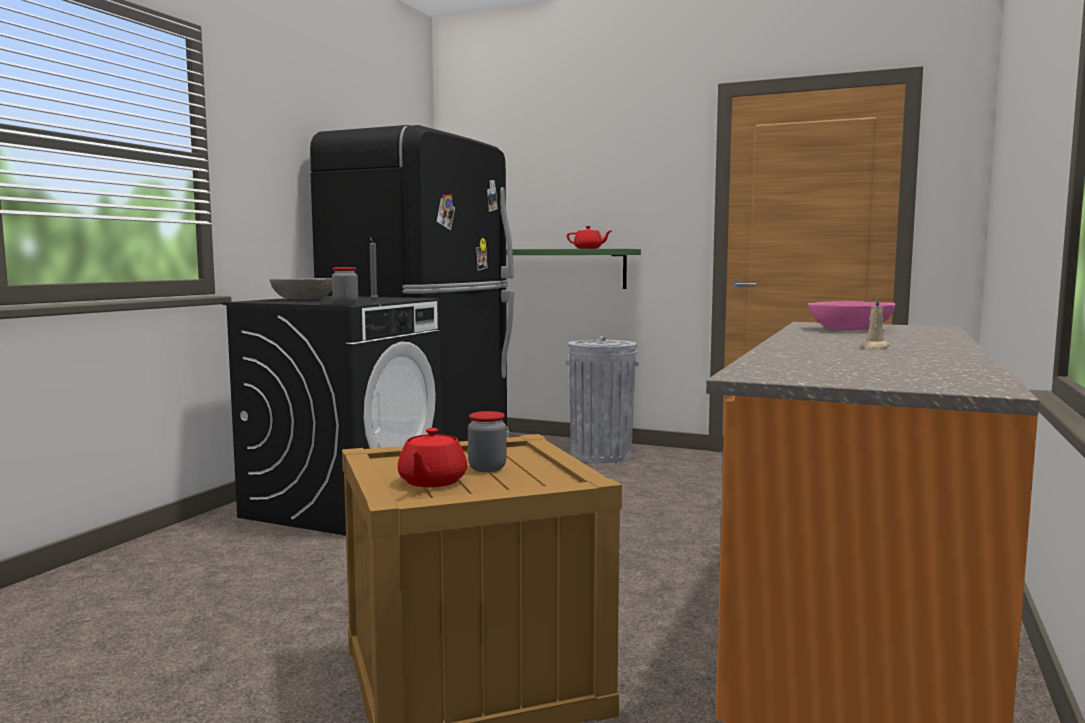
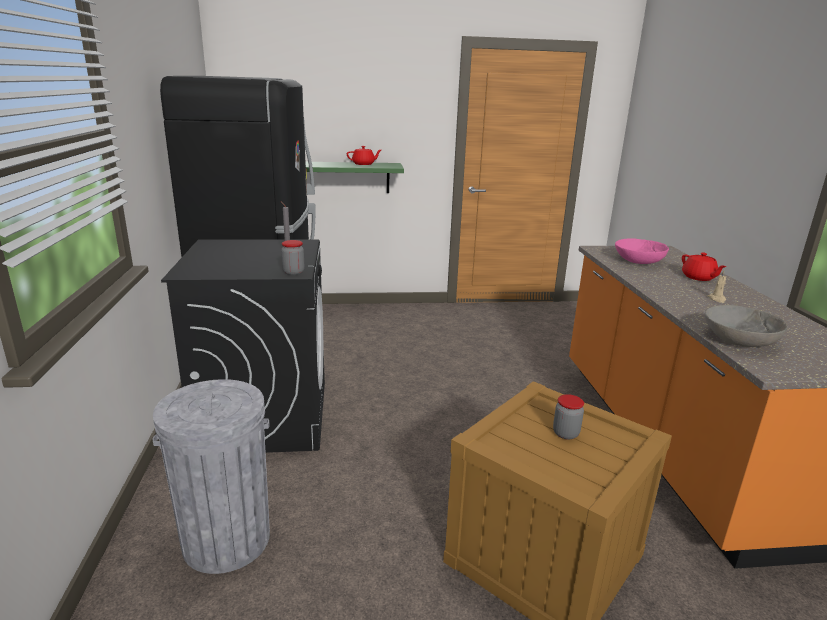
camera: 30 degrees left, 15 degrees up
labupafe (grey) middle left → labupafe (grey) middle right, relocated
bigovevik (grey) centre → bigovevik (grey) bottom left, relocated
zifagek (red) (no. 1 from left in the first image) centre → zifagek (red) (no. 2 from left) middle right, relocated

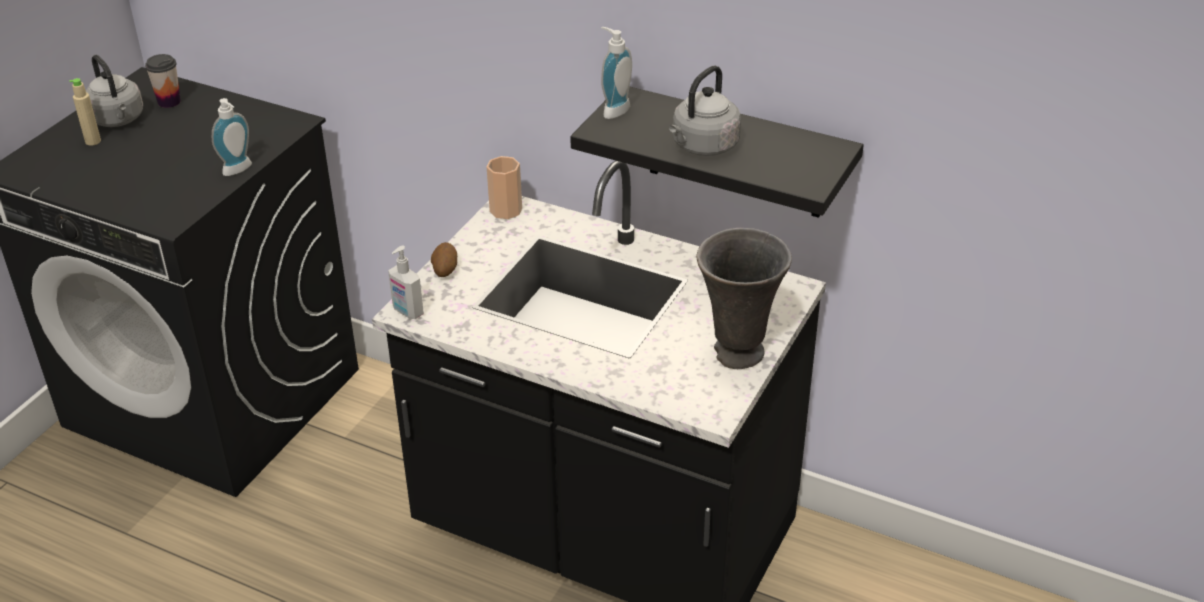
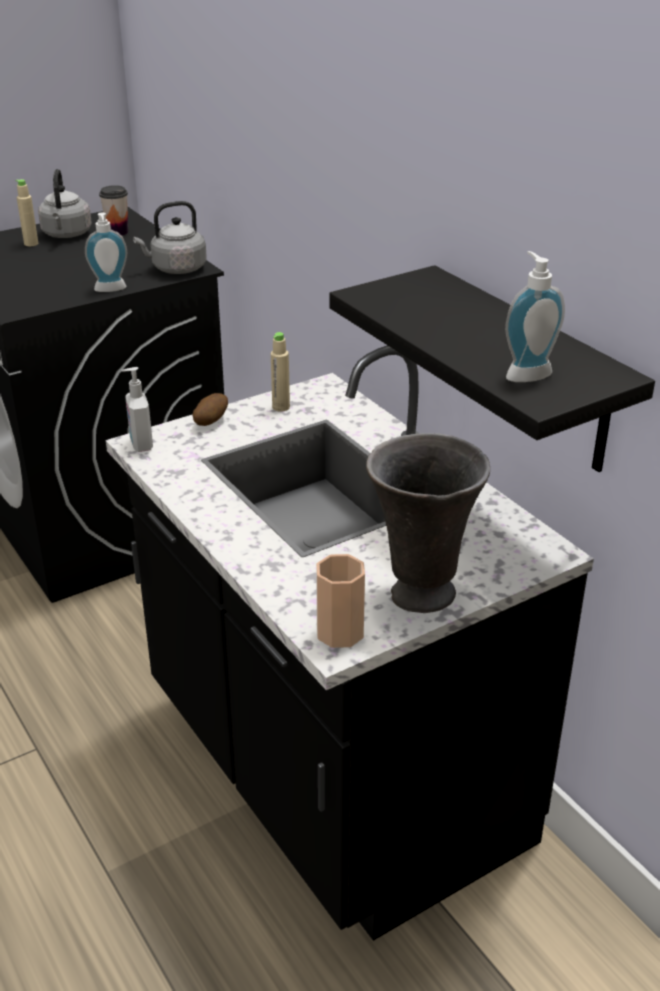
camera: 30 degrees right, 5 degrees down
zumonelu (no. 3 from left) top centre → zumonelu (no. 3 from left) top right, relocated
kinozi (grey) (no. 2 from left) top centre → kinozi (grey) (no. 2 from left) top left, relocated
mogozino (no. 2 from left) top centre → mogozino (no. 2 from left) centre, relocated
- → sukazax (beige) (no. 2 from left) centre

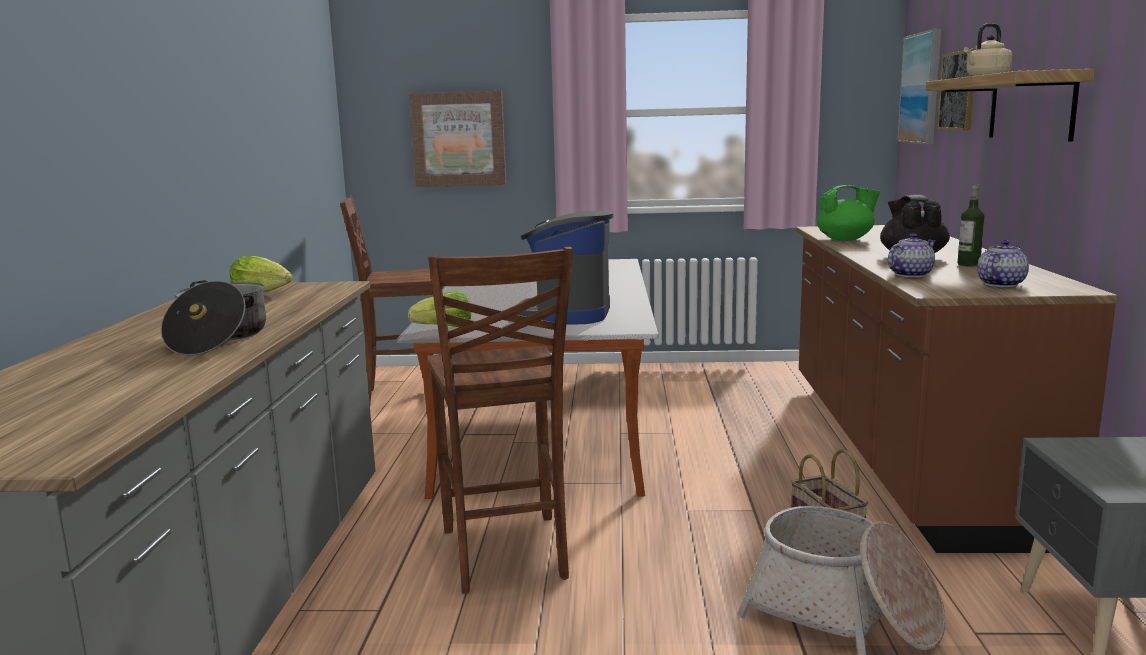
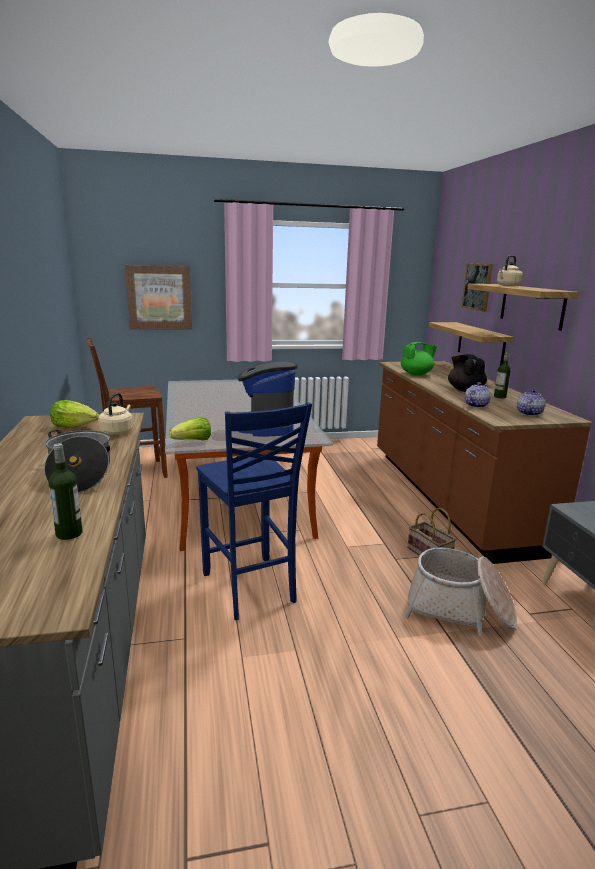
camera: 15 degrees left, 5 degrees up
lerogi (no. 2 from left) top right → -
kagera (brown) (no. 2 from left) centre → kagera (blue) centre
- → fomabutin (no. 1 from left) middle right
- → kinozi (beige) (no. 1 from left) middle left
- → sukazax (no. 1 from left) middle left

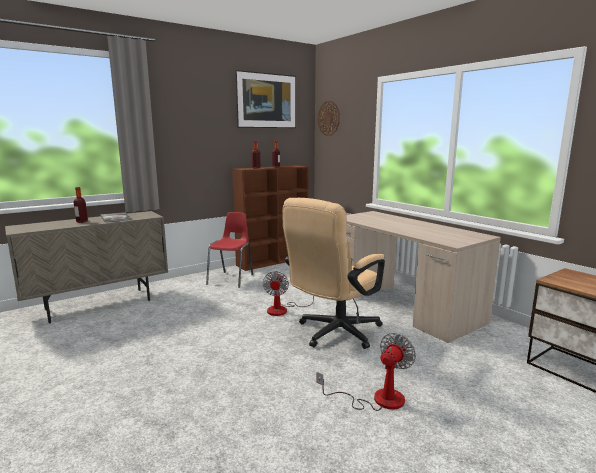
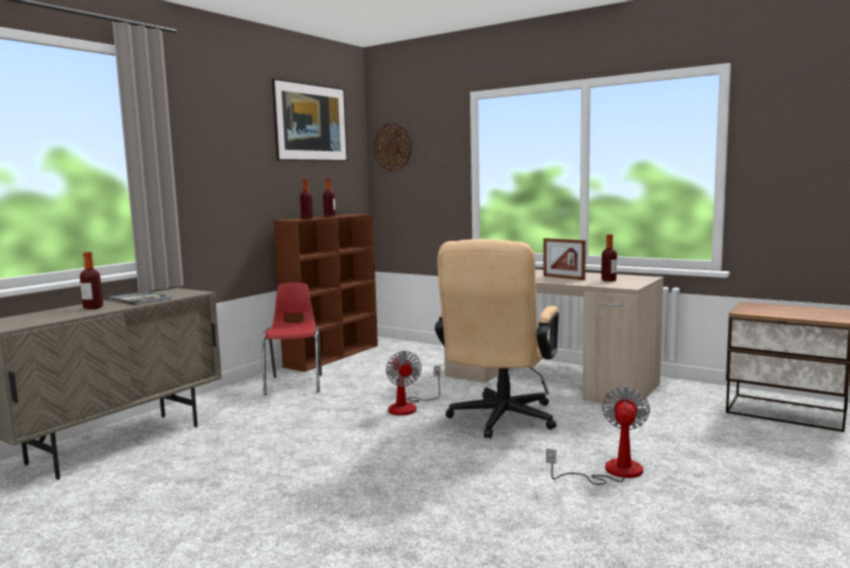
camera: 20 degrees left, 5 degrees down
- → sukazax (no. 4 from left) middle right
- → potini centre

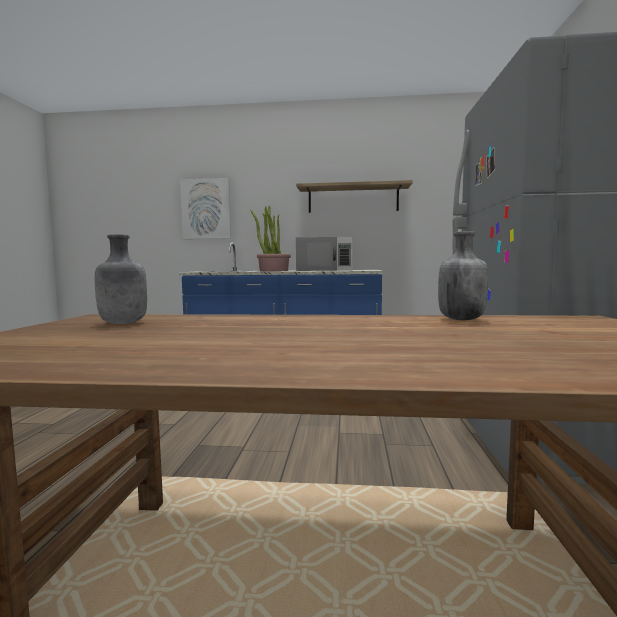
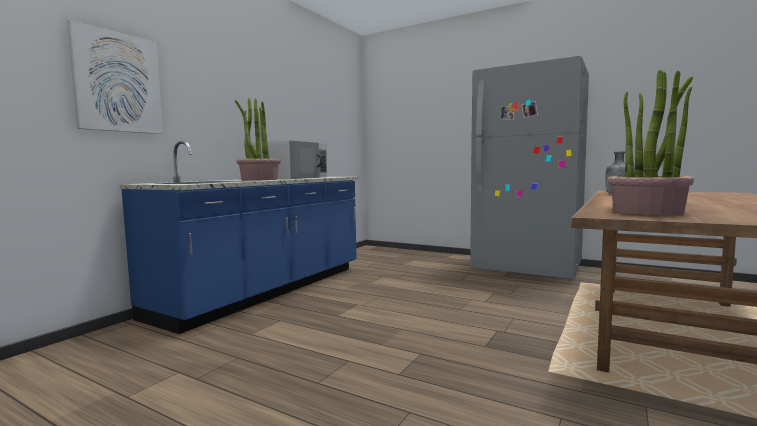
camera: 65 degrees left, 0 degrees up
fomabutin top centre → -
sukazax (grey) (no. 1 from left) middle left → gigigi (no. 2 from left) middle right

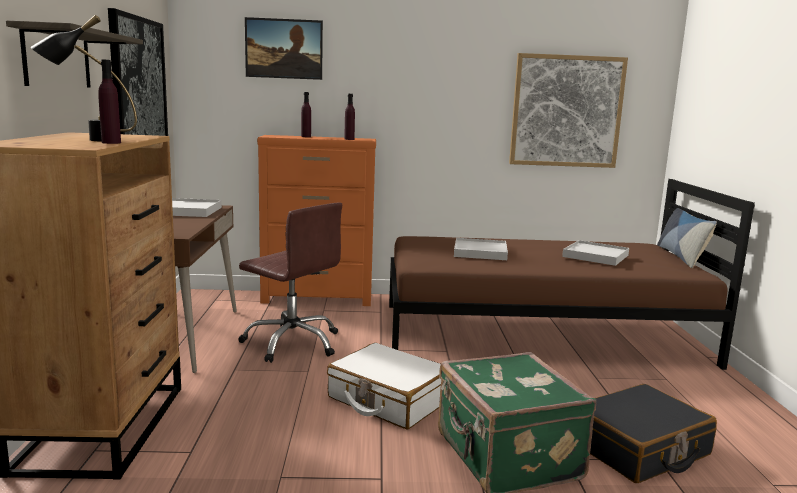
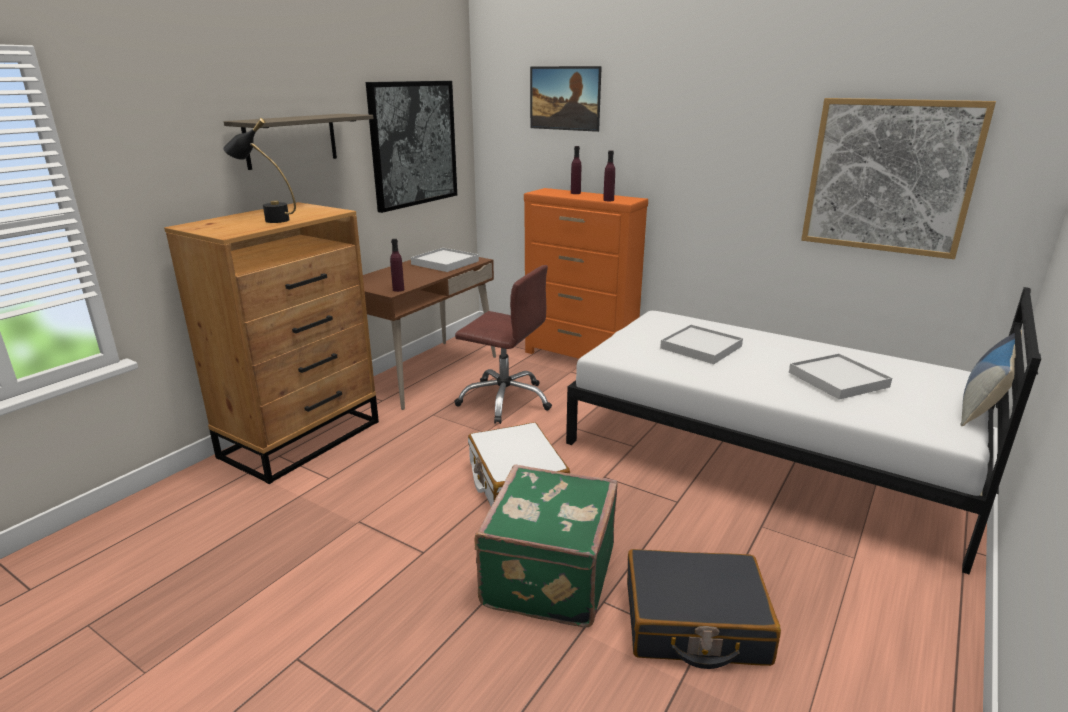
camera: 35 degrees right, 10 degrees up
sukazax (purple) (no. 1 from left) top left → sukazax (purple) (no. 1 from left) centre, relocated
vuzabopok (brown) middle right → vuzabopok (white) middle right
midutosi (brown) centre, 45 degrees counterclockwise

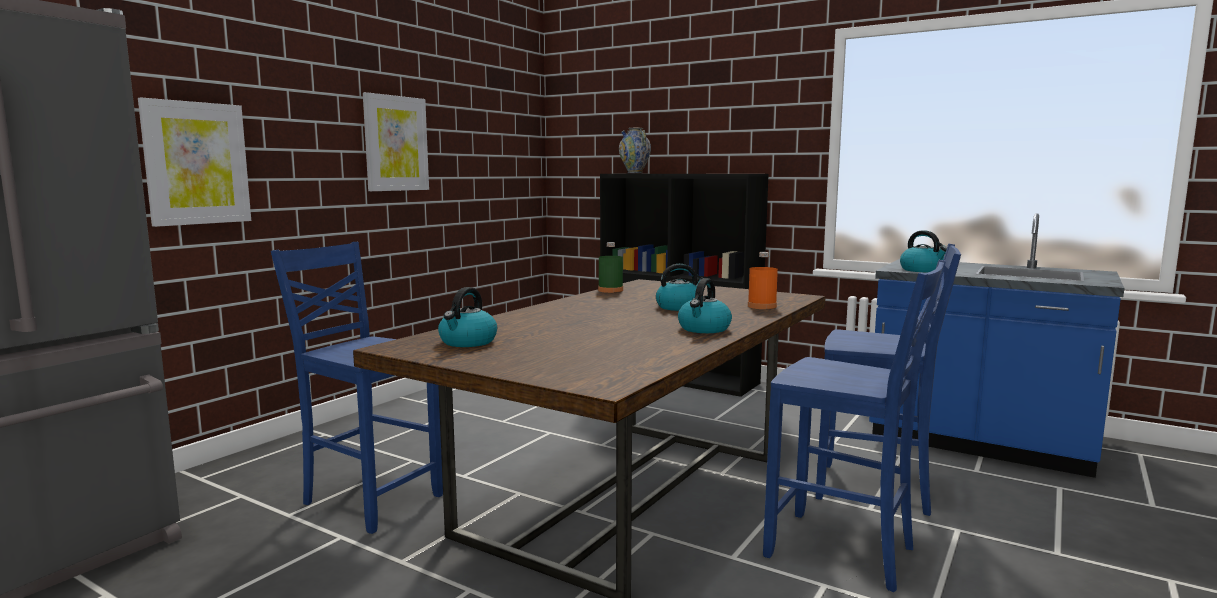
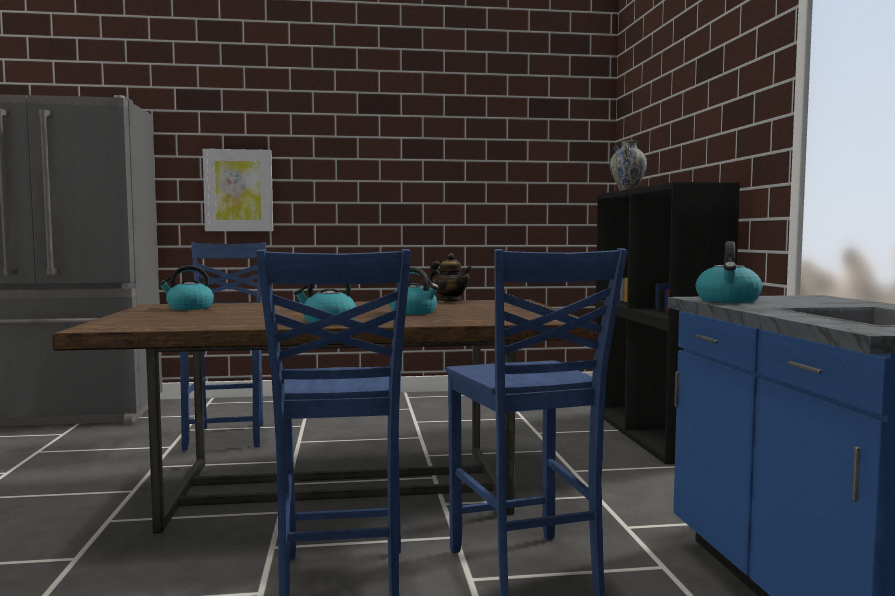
camera: 50 degrees right, 5 degrees down
lerogi (no. 2 from left) top left → -
sukazax (green) centre → zifagek centre
sukazax (orange) centre → -

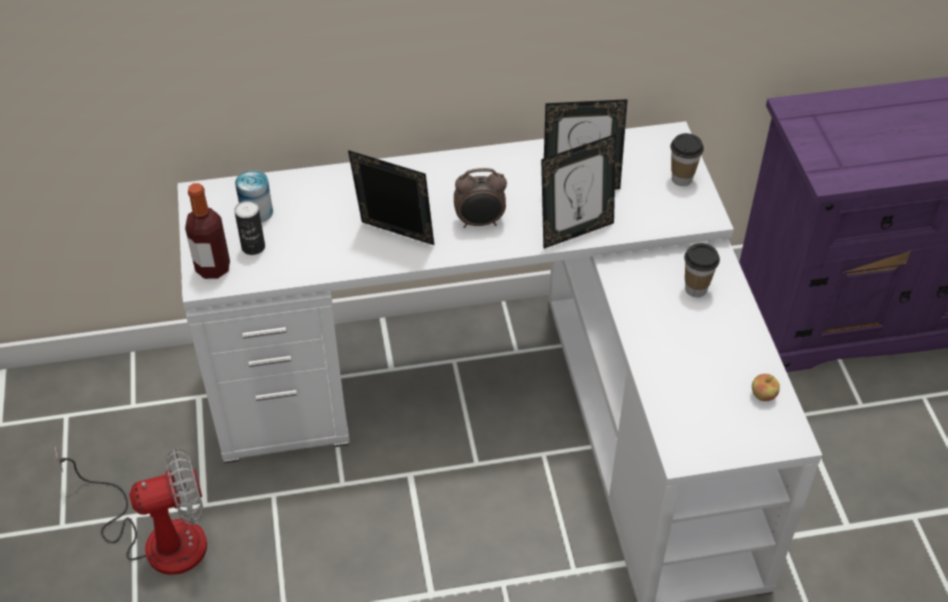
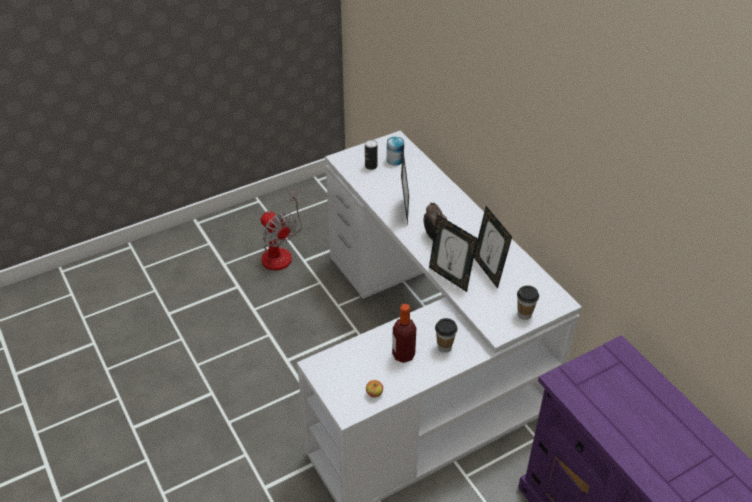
camera: 70 degrees right, 5 degrees down
sukazax middle left → sukazax centre, relocated

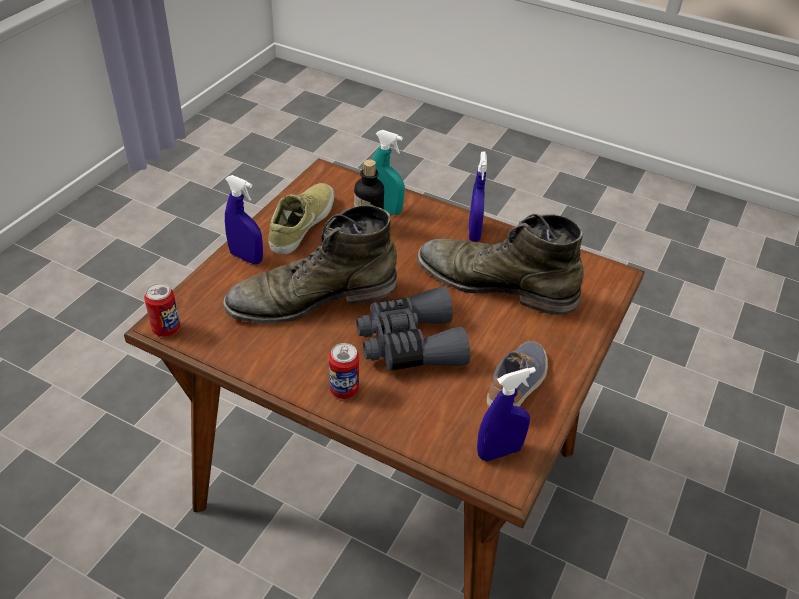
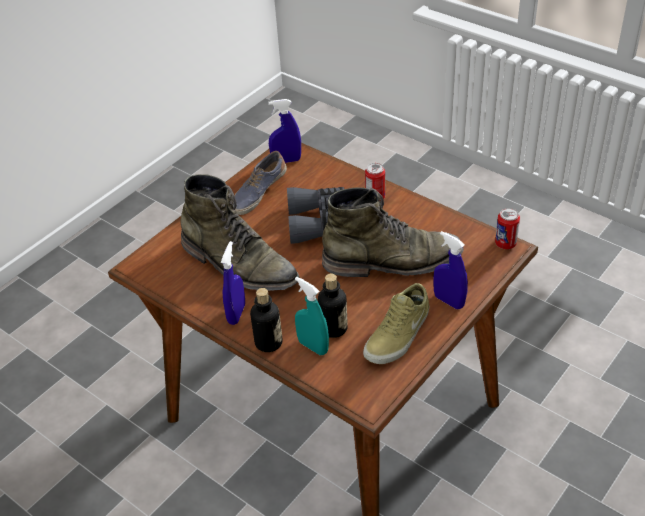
camera: 165 degrees left, 0 degrees up
- → sukazax (no. 1 from left) centre

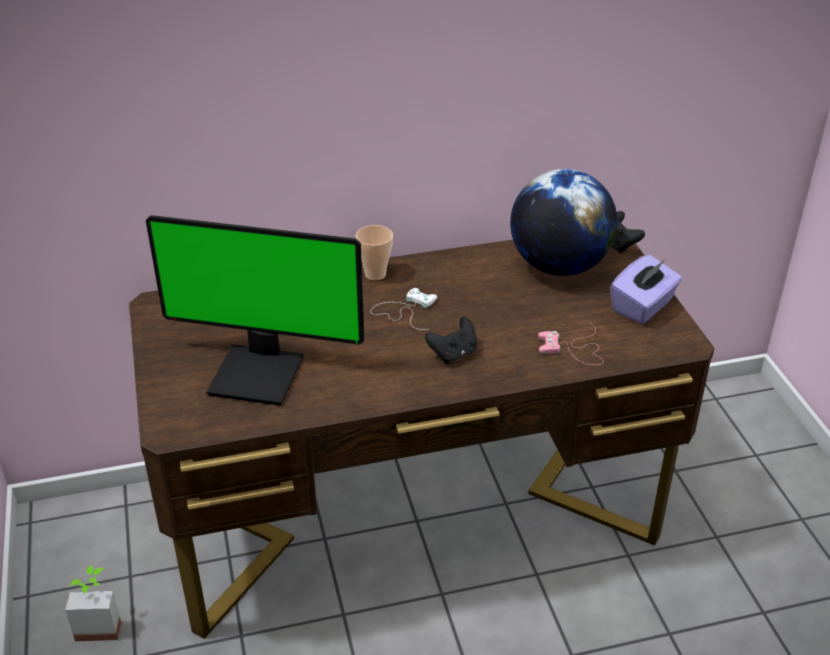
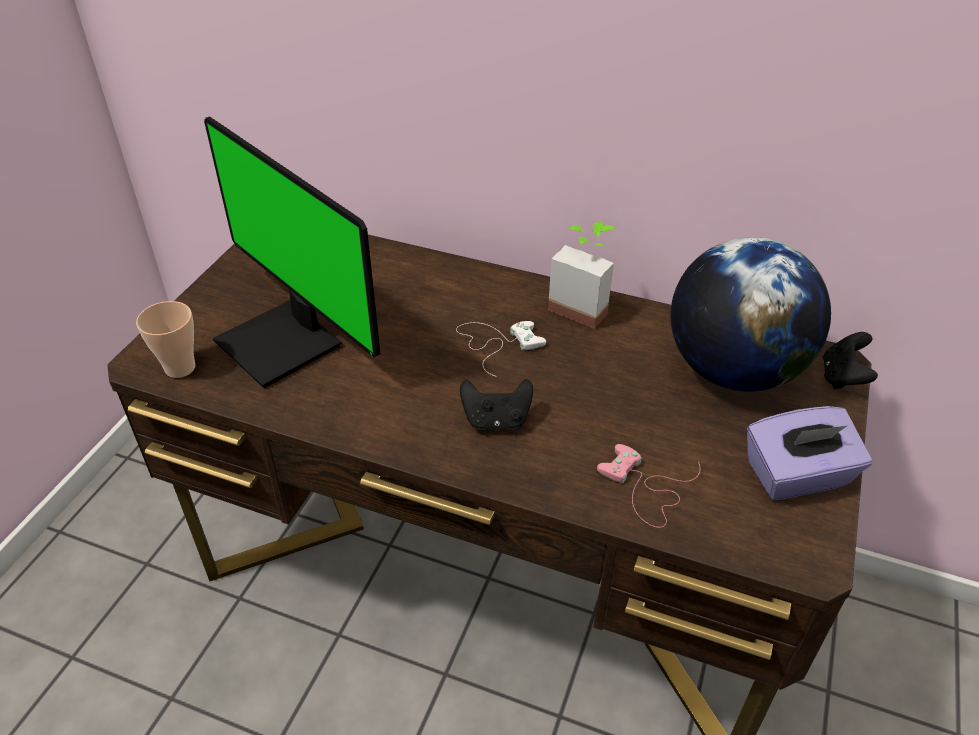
camera: 35 degrees right, 5 degrees up
mogozino centre → mogozino middle left, relocated
gigigi bottom left → gigigi centre, relocated

